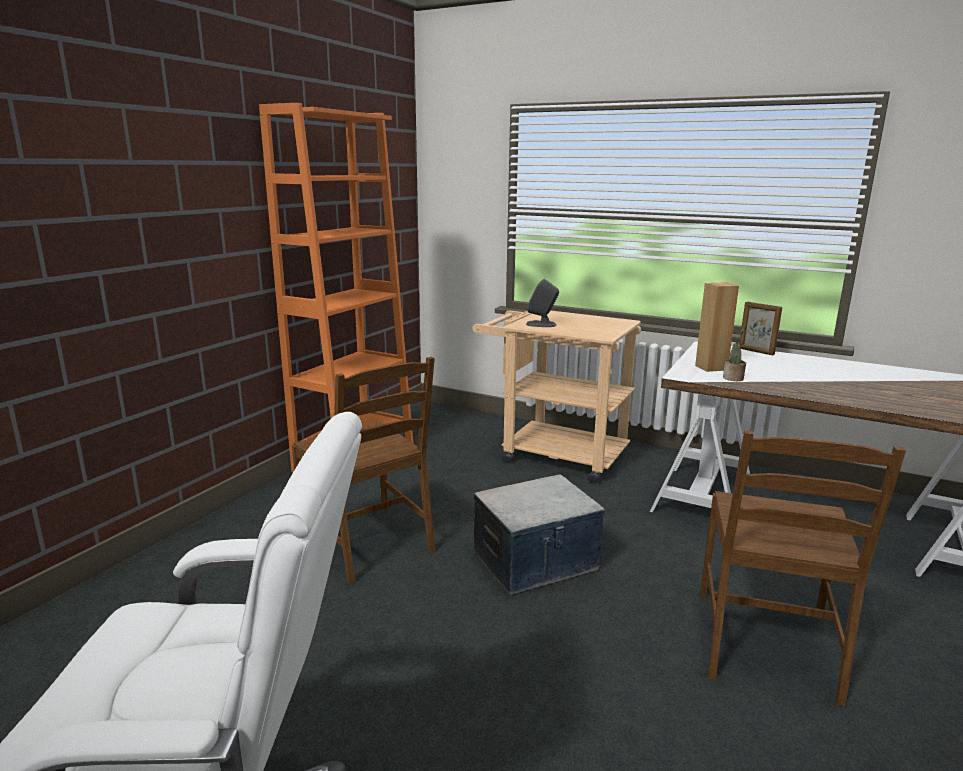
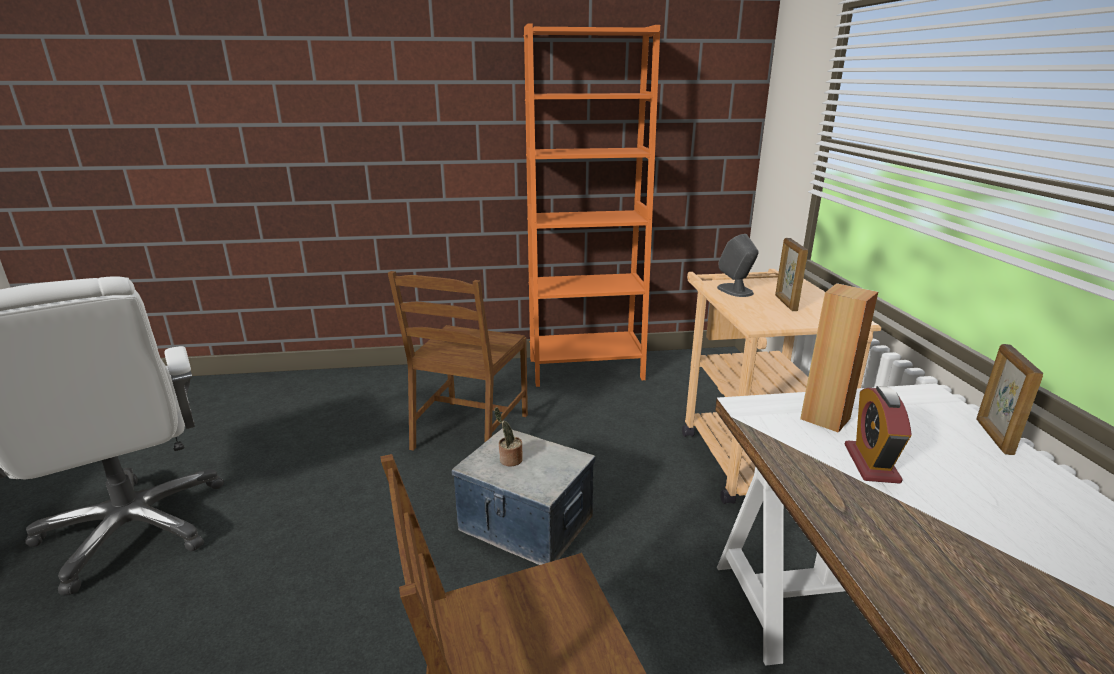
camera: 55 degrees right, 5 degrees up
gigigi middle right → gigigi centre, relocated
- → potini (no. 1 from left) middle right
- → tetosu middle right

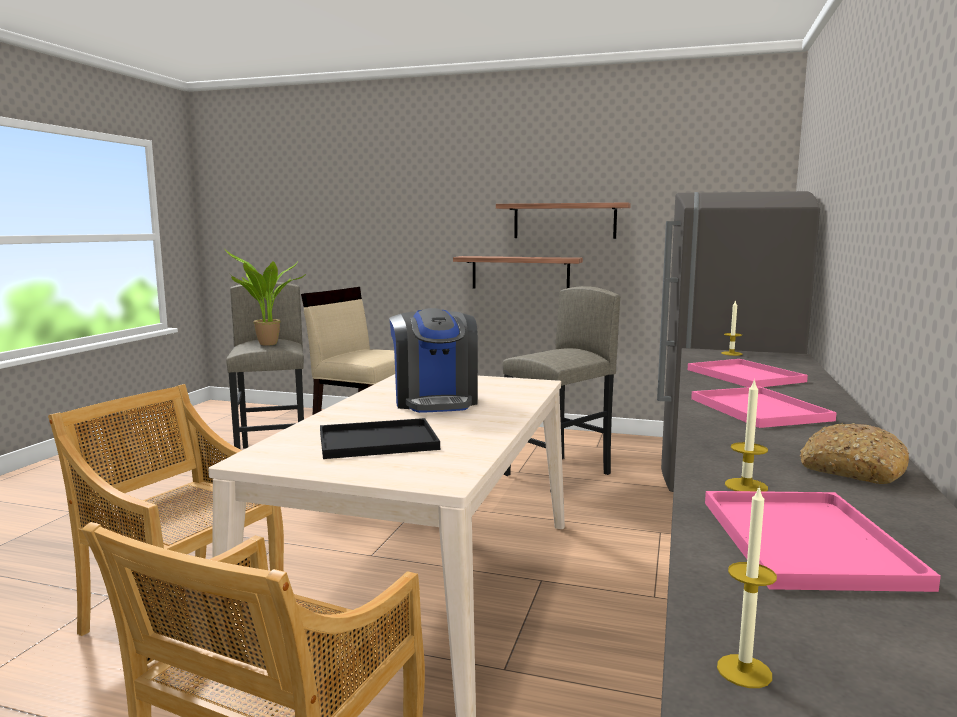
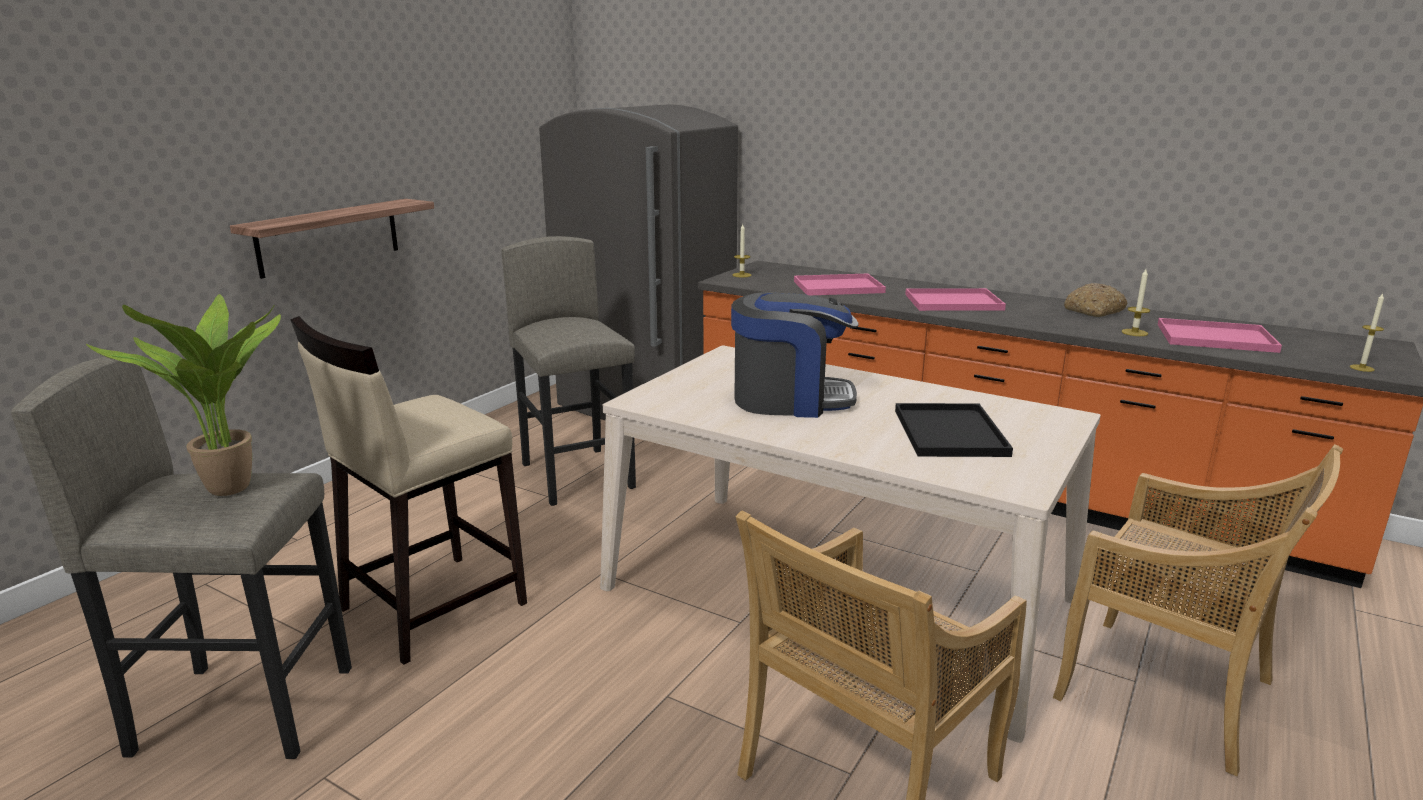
camera: 75 degrees left, 10 degrees up
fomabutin (no. 2 from left) top centre → -

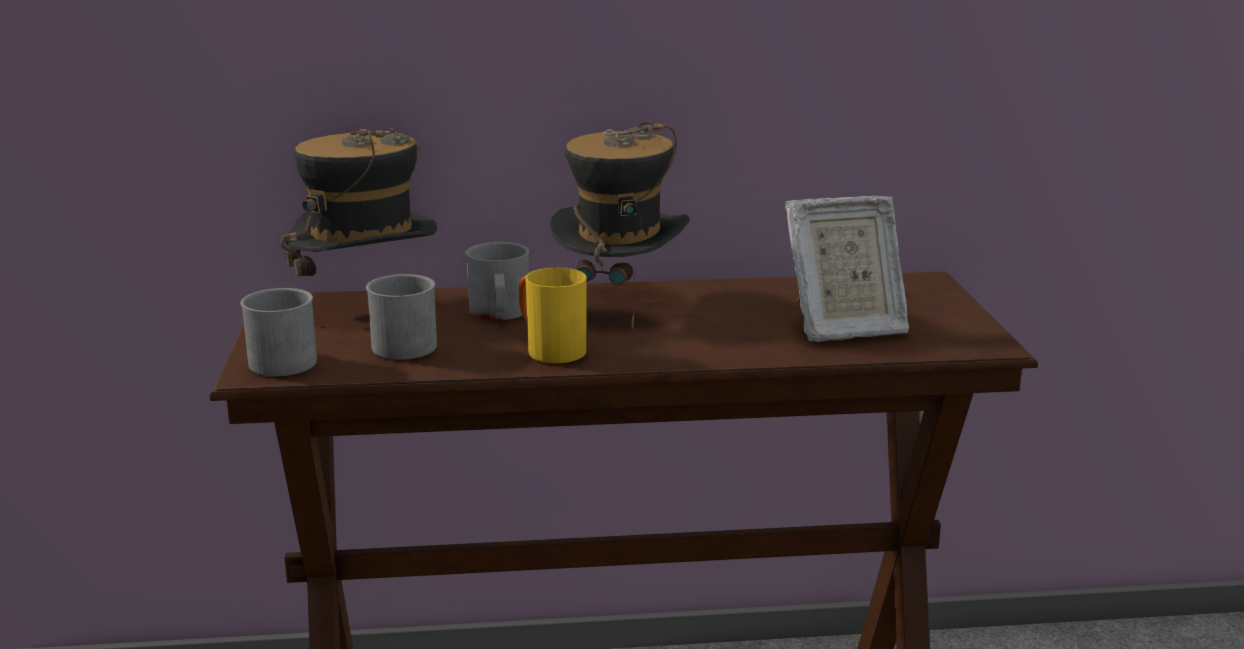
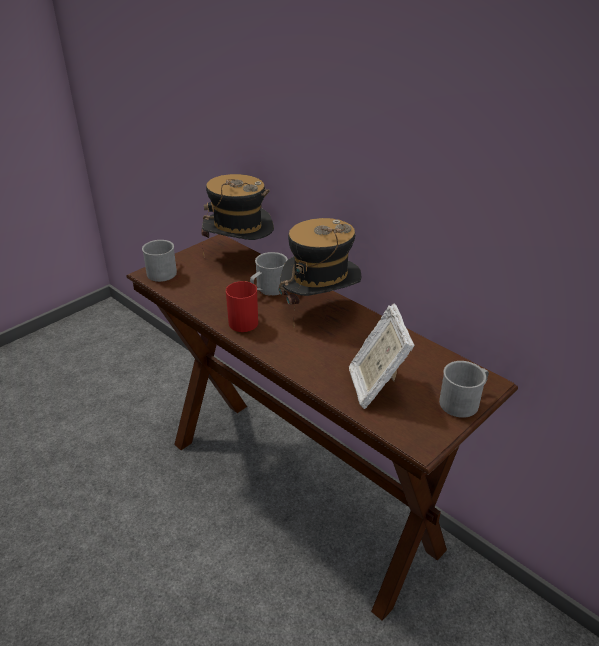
camera: 50 degrees right, 15 degrees up
potini middle right → potini centre, 45 degrees clockwise
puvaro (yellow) centre → puvaro (red) centre
puvaro (grey) (no. 2 from left in the first image) middle left → puvaro (grey) (no. 3 from left) middle right, relocated

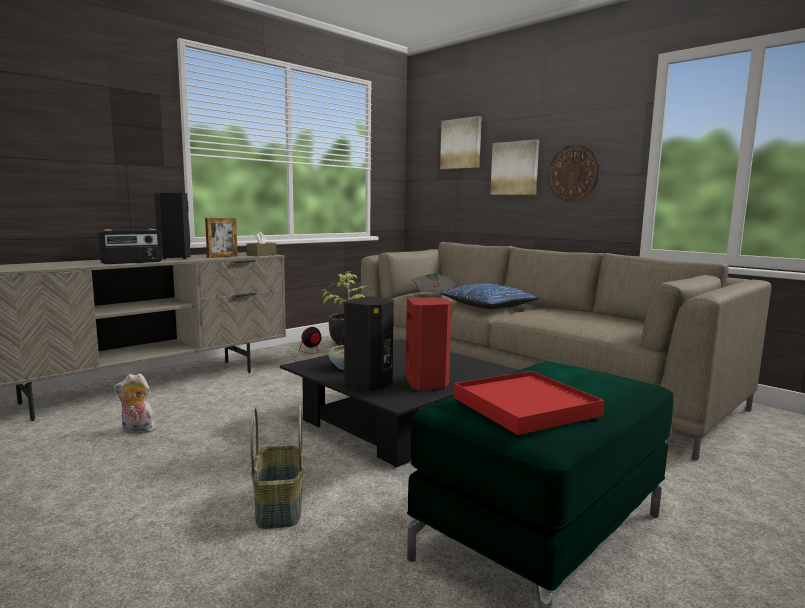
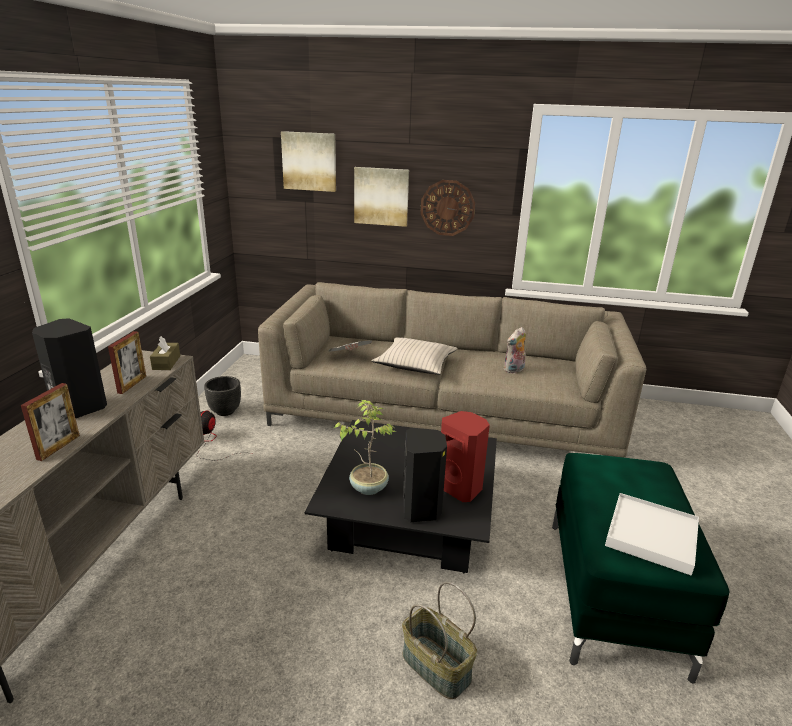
camera: 35 degrees left, 15 degrees up
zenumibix middle left → potini (no. 1 from left) middle left
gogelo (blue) centre → gogelo (beige) centre
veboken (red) centre → veboken (white) bottom right
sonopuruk middle left → sonopuruk centre, relocated

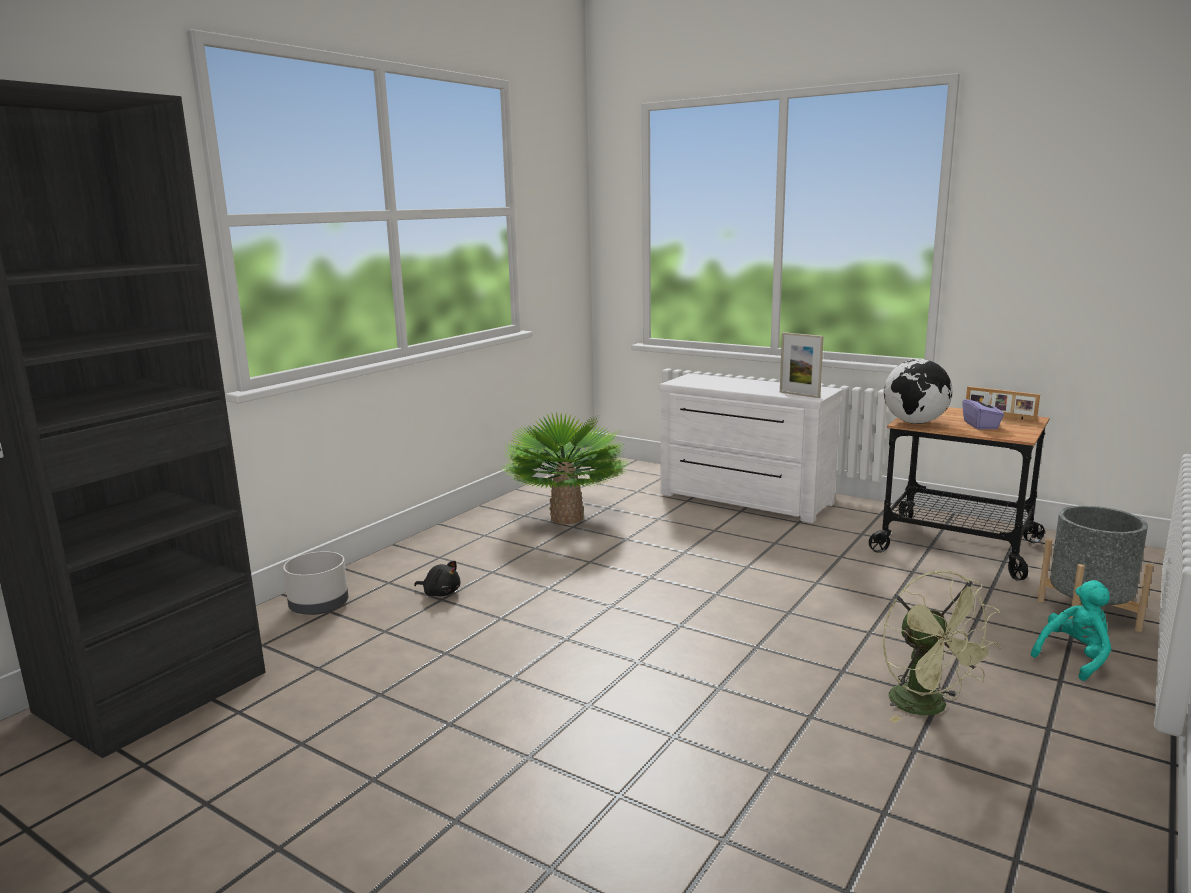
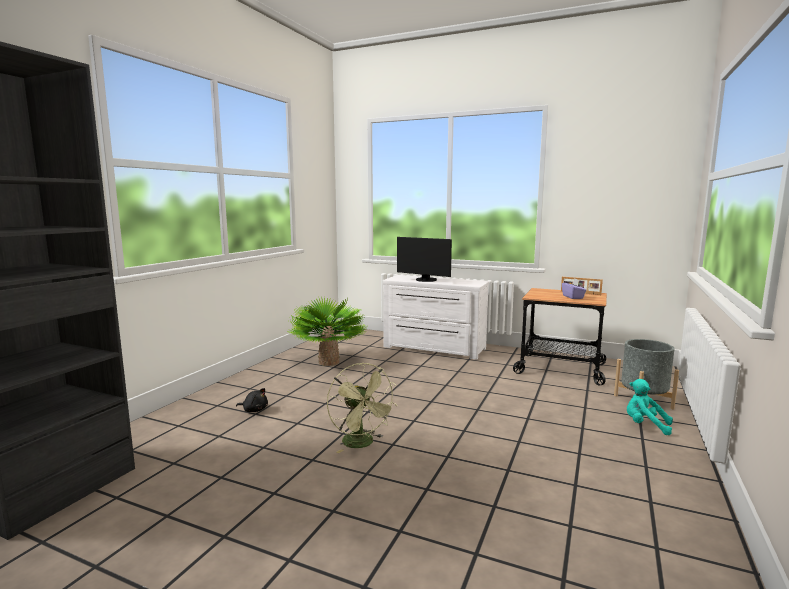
camera: 10 degrees left, 5 degrees down
potini (no. 1 from left) middle right → -
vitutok middle right → -
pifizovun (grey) (no. 1 from left) middle left → -
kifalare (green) bottom right → kifalare (green) bottom centre, relocated
sonopuruk (turquoise) bottom right, 105 degrees counterclockwise
- → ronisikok centre

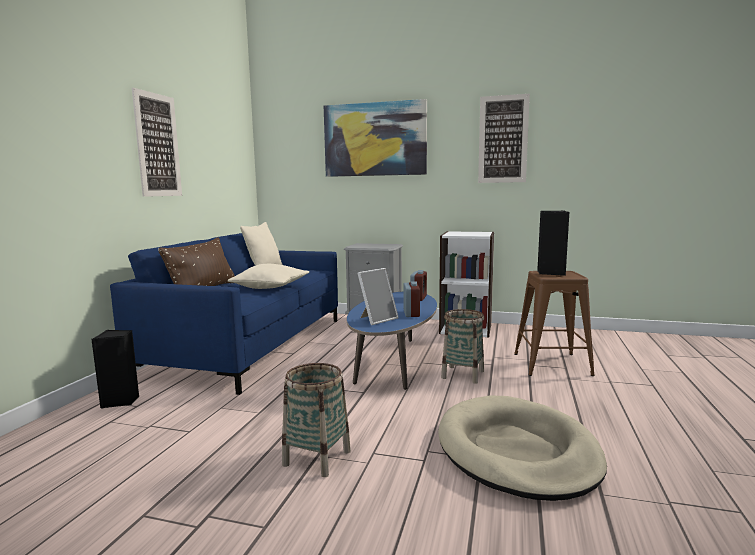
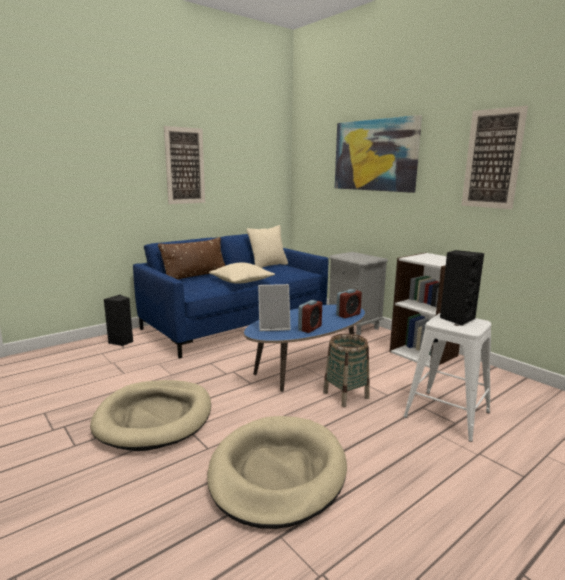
camera: 35 degrees right, 5 degrees up
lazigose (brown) middle right → lazigose (white) middle right
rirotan (no. 1 from left) bottom centre → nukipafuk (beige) (no. 1 from left) bottom left

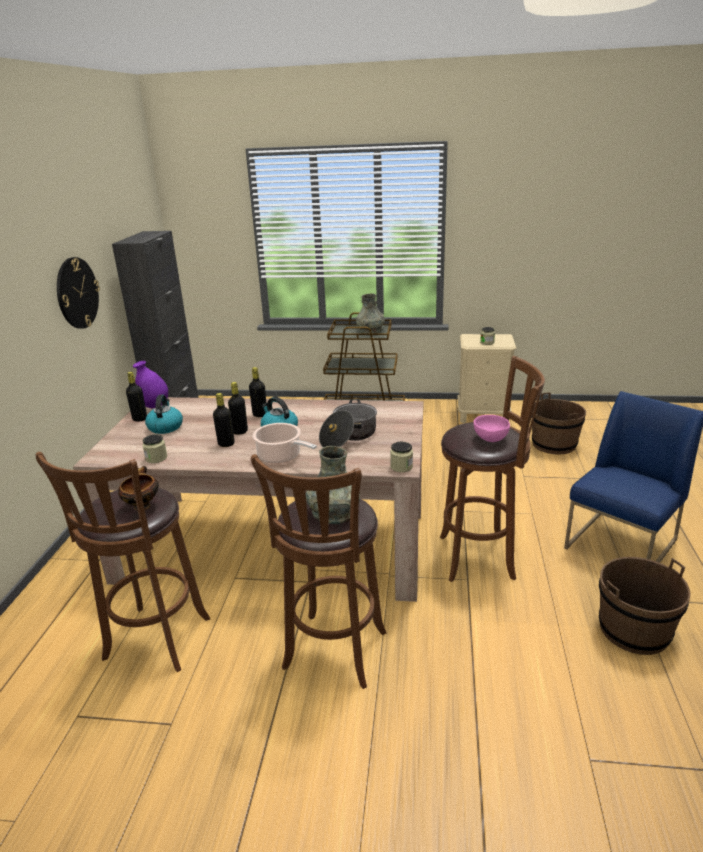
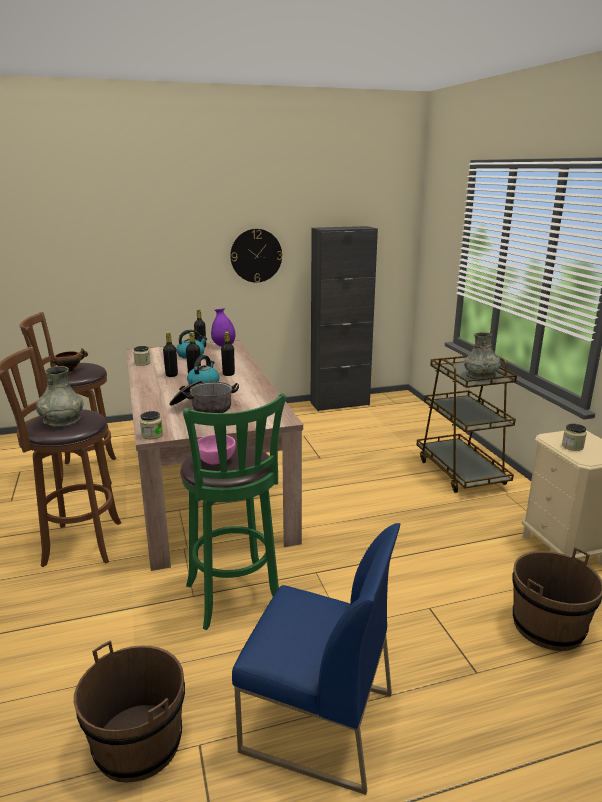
camera: 65 degrees right, 5 degrees down
lazigose (brown) (no. 3 from left) middle right → lazigose (green) centre
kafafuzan (no. 1 from left) centre → -

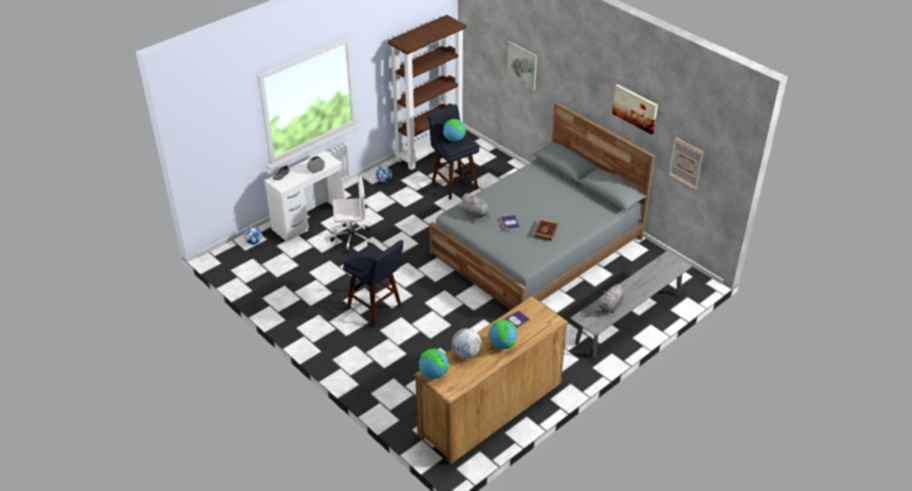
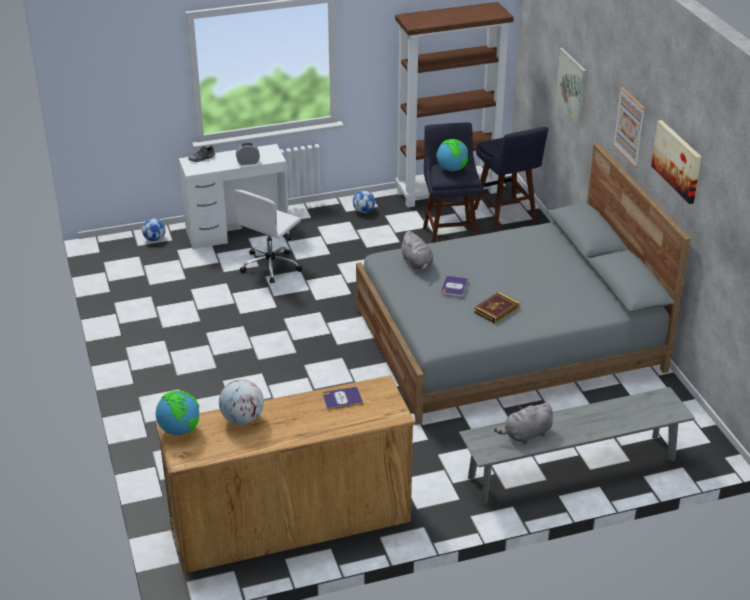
camera: 25 degrees right, 5 degrees down
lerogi (no. 3 from left in the first image) middle right → lerogi (no. 2 from left) top right, relocated
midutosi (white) centre, 105 degrees clockwise
lazigose (blue) (no. 1 from left in the first image) centre → lazigose (blue) (no. 2 from left) top right, relocated
vitutok (no. 4 from left) bottom centre → -

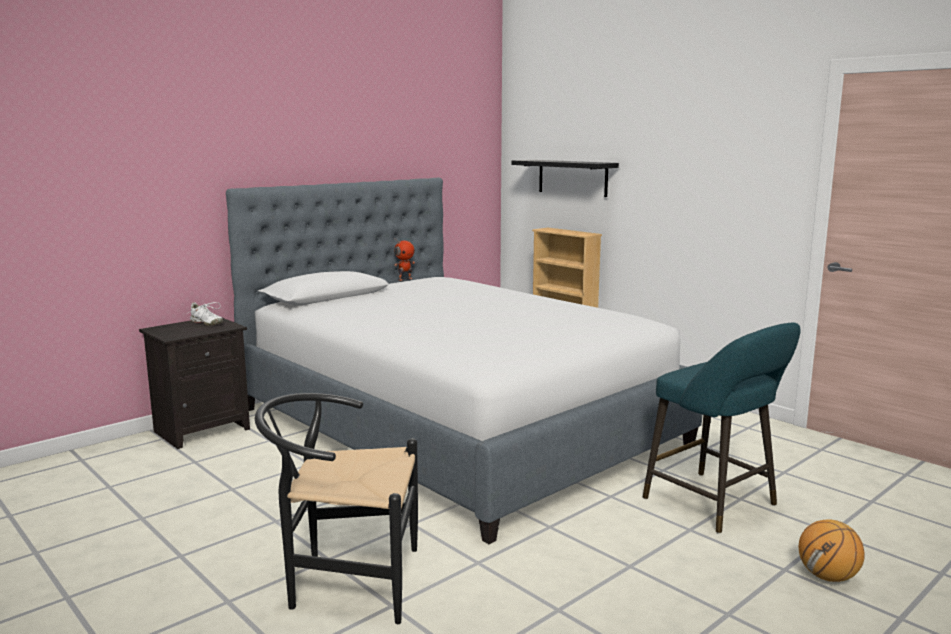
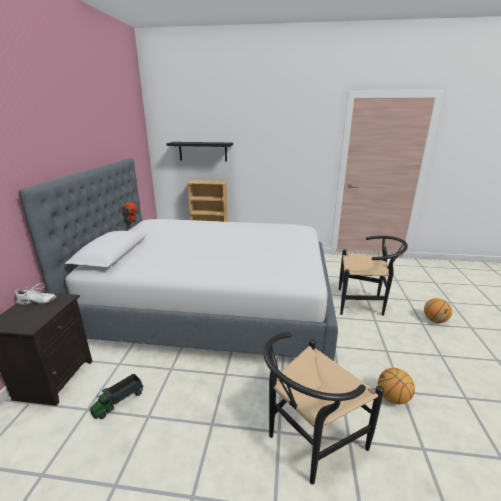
camera: 40 degrees left, 10 degrees up
lazigose (turquoise) bottom right → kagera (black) (no. 2 from left) middle right
- → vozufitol (no. 1 from left) bottom right
- → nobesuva bottom left

